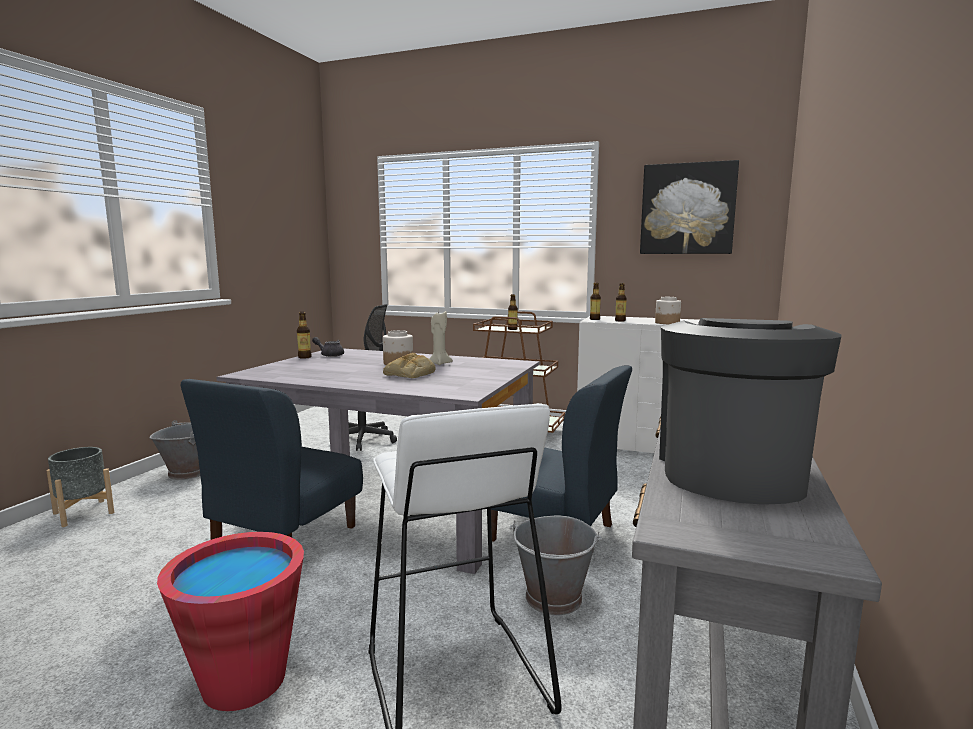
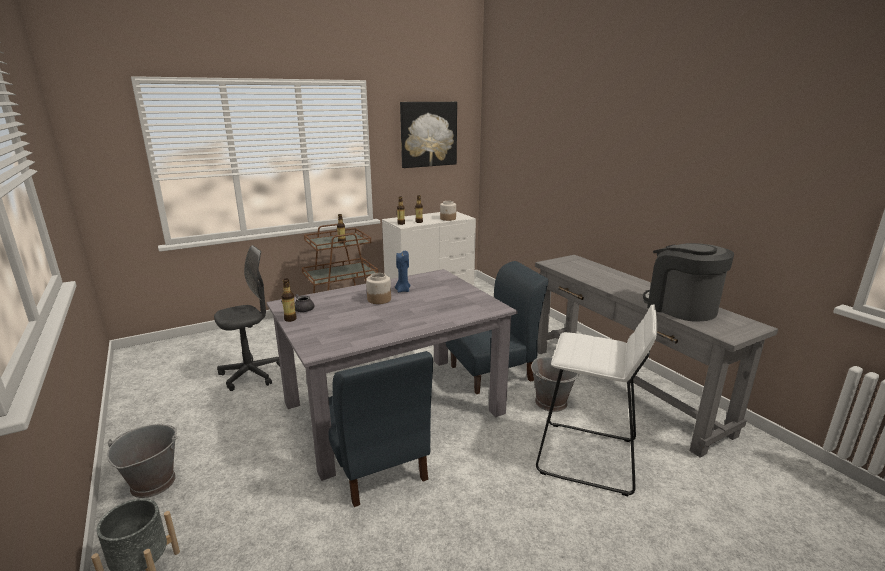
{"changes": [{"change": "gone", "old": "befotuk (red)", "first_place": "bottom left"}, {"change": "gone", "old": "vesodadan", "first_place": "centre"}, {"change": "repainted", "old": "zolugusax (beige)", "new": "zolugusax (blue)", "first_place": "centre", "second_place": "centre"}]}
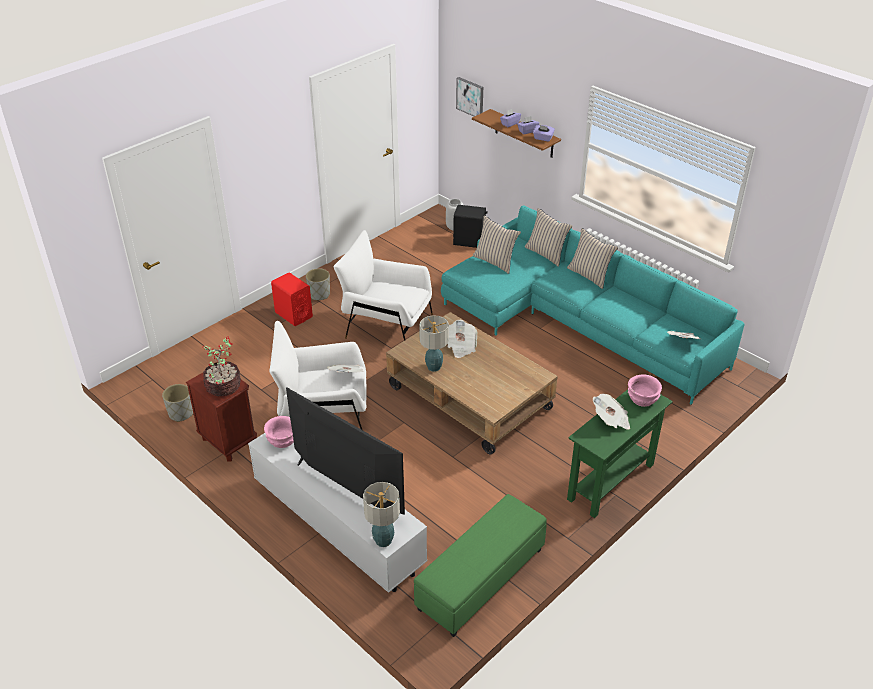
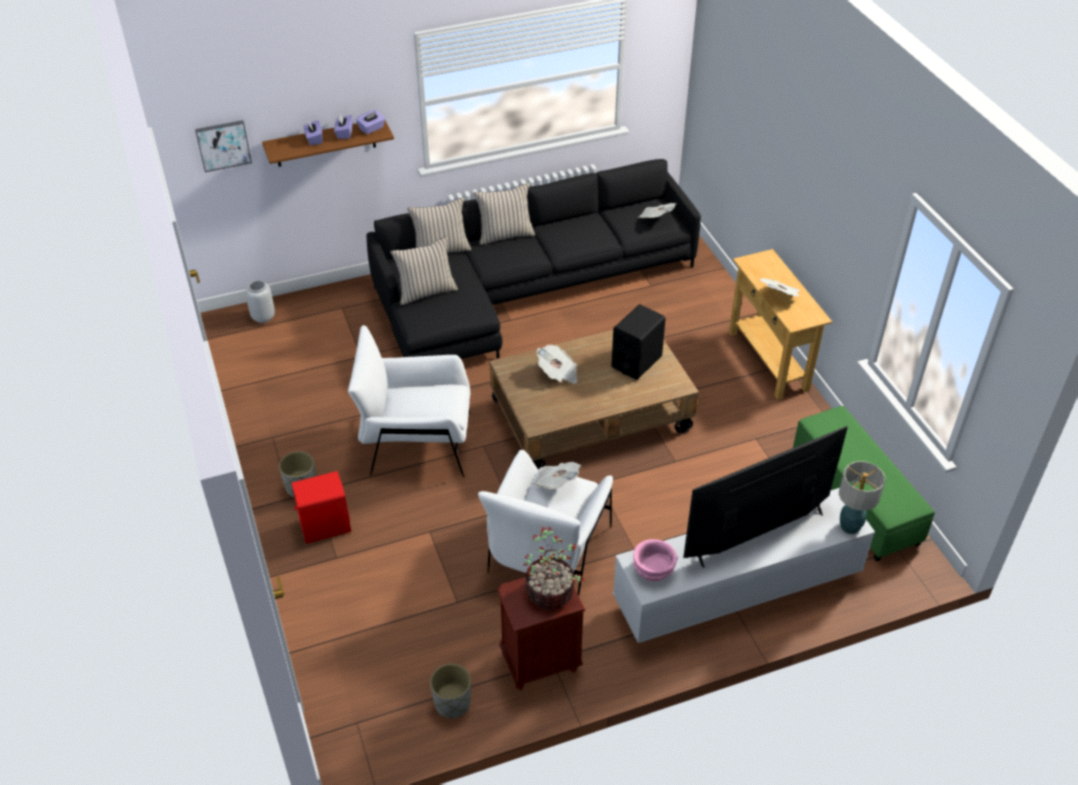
{"changes": [{"change": "rotated", "old": "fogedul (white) (no. 2 from left in the first image)", "first_place": "centre", "second_place": "centre", "degrees": 45}, {"change": "gone", "old": "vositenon (no. 2 from left)", "first_place": "centre"}, {"change": "repainted", "old": "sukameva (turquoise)", "new": "sukameva (black)", "first_place": "middle right", "second_place": "top centre"}, {"change": "shifted", "old": "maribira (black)", "first_place": "top centre", "second_place": "centre"}, {"change": "repainted", "old": "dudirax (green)", "new": "dudirax (beige)", "first_place": "middle right", "second_place": "middle right"}, {"change": "gone", "old": "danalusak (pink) (no. 2 from left)", "first_place": "middle right"}]}
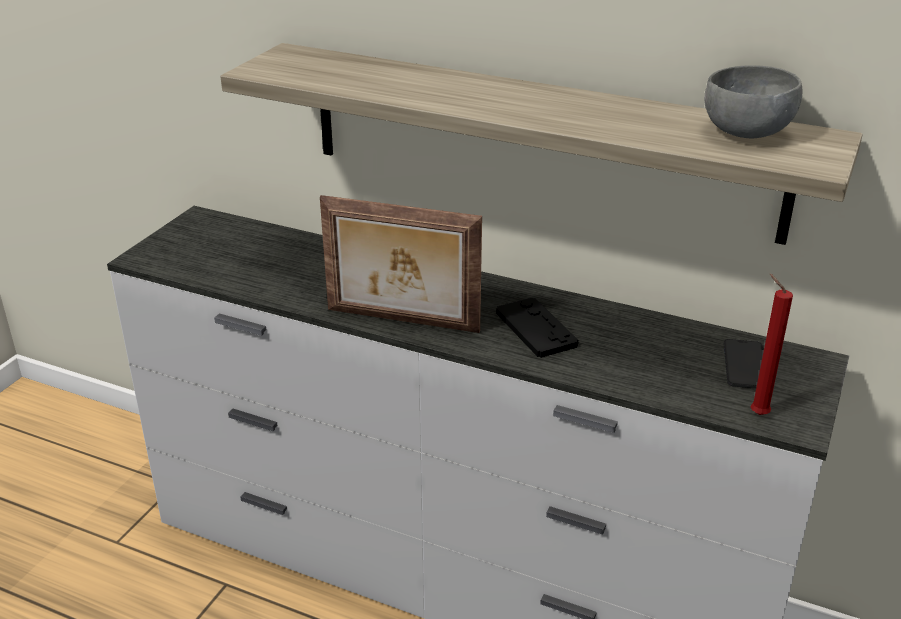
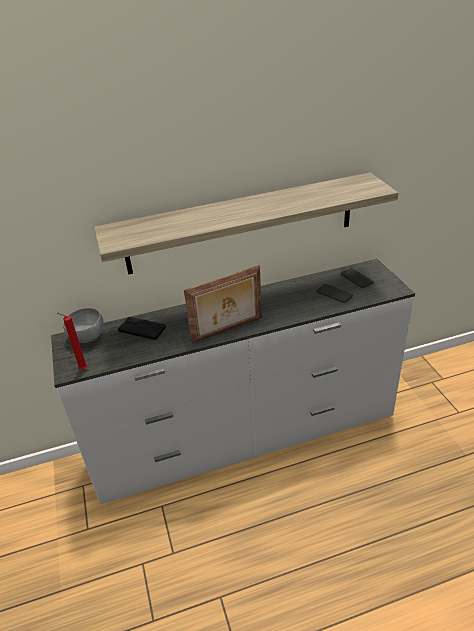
{"changes": [{"change": "shifted", "old": "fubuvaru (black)", "first_place": "centre", "second_place": "middle left"}, {"change": "shifted", "old": "danalusak (grey)", "first_place": "top right", "second_place": "middle left"}, {"change": "shifted", "old": "zolugusax (red)", "first_place": "middle right", "second_place": "middle left"}, {"change": "new", "new": "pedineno (no. 1 from left)", "second_place": "middle right"}]}
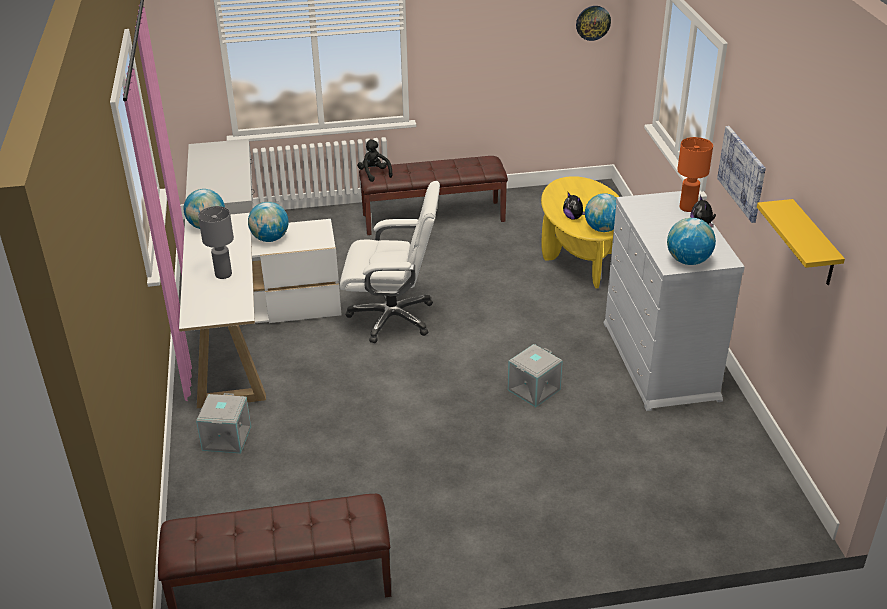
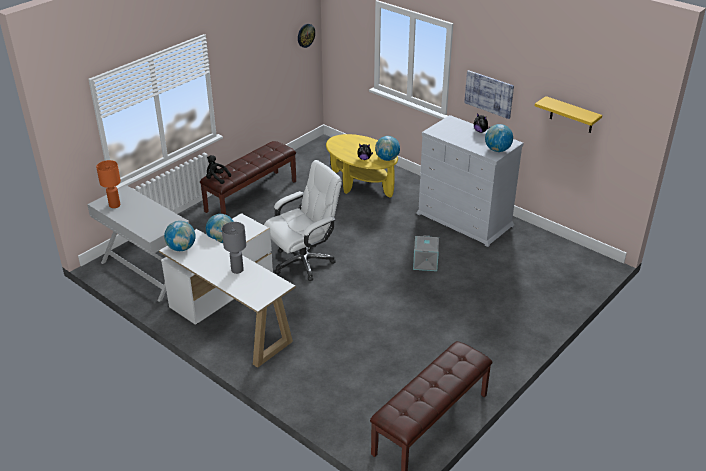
{"changes": [{"change": "gone", "old": "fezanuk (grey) (no. 1 from left)", "first_place": "bottom left"}, {"change": "shifted", "old": "vositenon (orange)", "first_place": "top right", "second_place": "middle left"}]}
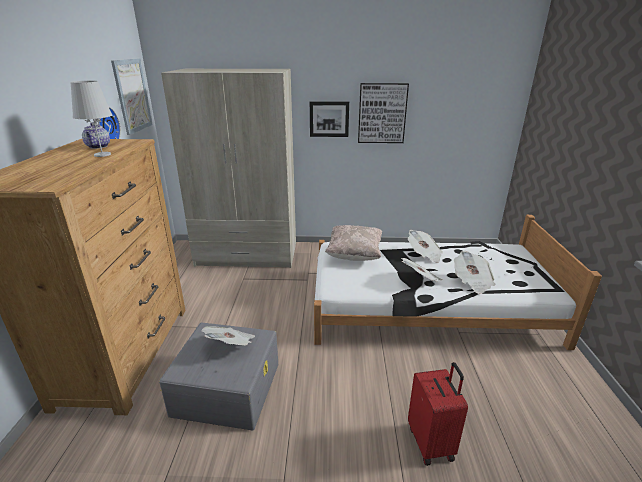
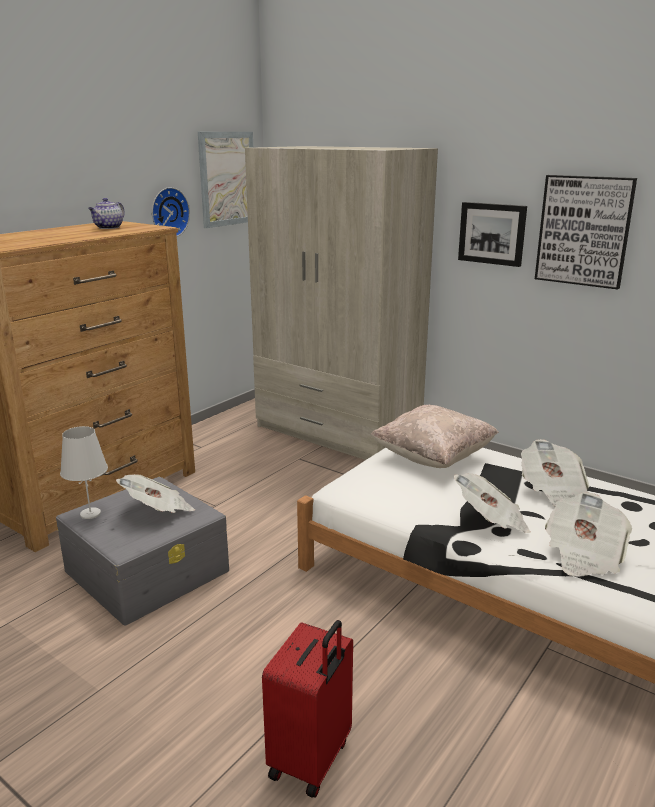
{"changes": [{"change": "shifted", "old": "vositenon (white)", "first_place": "top left", "second_place": "middle left"}]}
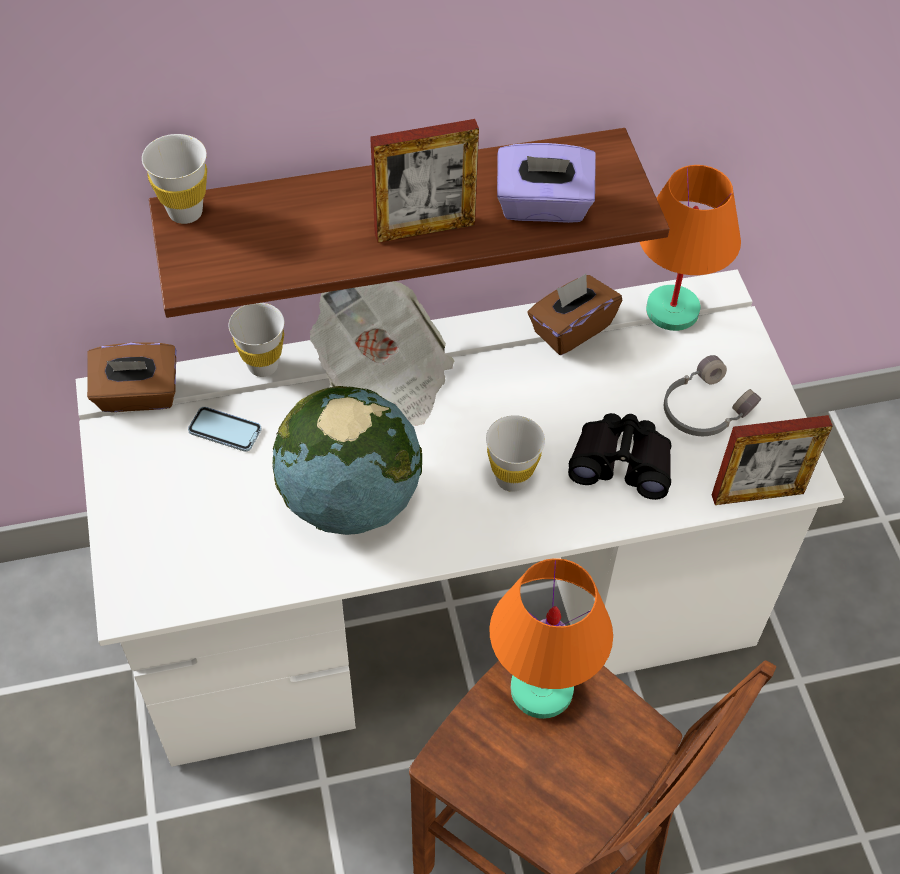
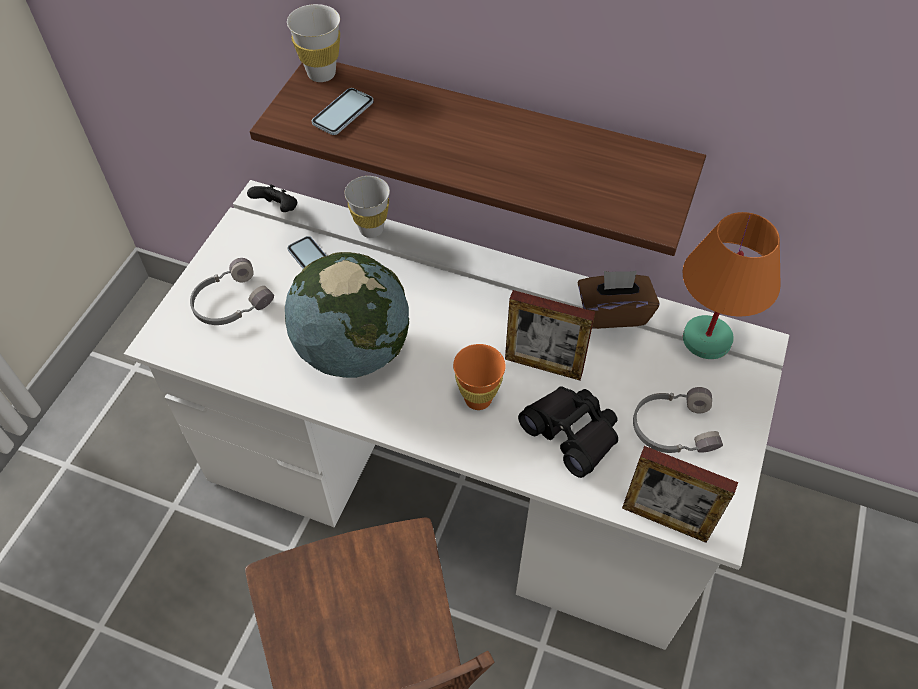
{"changes": [{"change": "swapped", "old": "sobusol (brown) (no. 1 from left)", "new": "fubuvaru (black)", "first_place": "middle left", "second_place": "top left"}, {"change": "gone", "old": "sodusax", "first_place": "centre"}, {"change": "shifted", "old": "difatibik (no. 1 from left)", "first_place": "top centre", "second_place": "centre"}, {"change": "repainted", "old": "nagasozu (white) (no. 3 from left)", "new": "nagasozu (orange)", "first_place": "centre", "second_place": "centre"}, {"change": "gone", "old": "vositenon (orange) (no. 1 from left)", "first_place": "bottom centre"}, {"change": "gone", "old": "sobusol (purple)", "first_place": "top centre"}, {"change": "new", "new": "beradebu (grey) (no. 1 from left)", "second_place": "middle left"}, {"change": "new", "new": "pedineno (no. 2 from left)", "second_place": "top centre"}]}
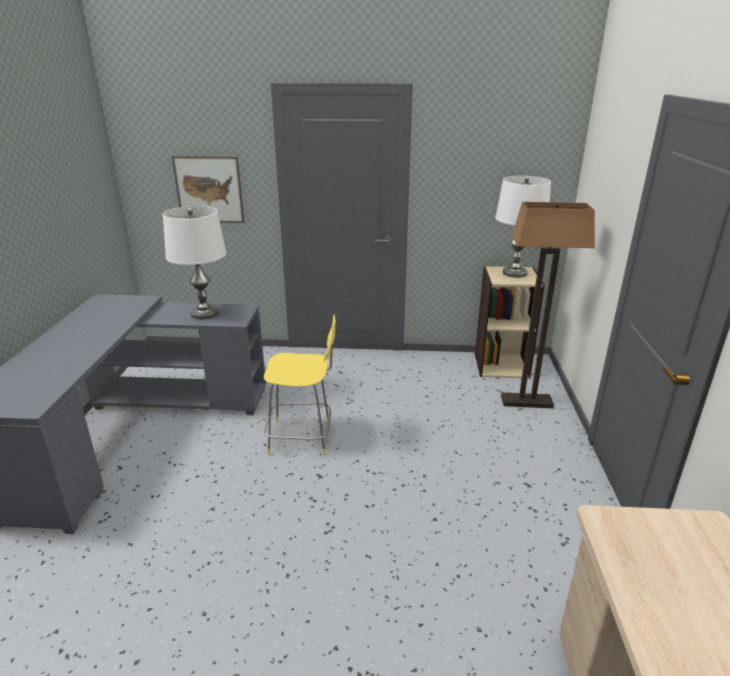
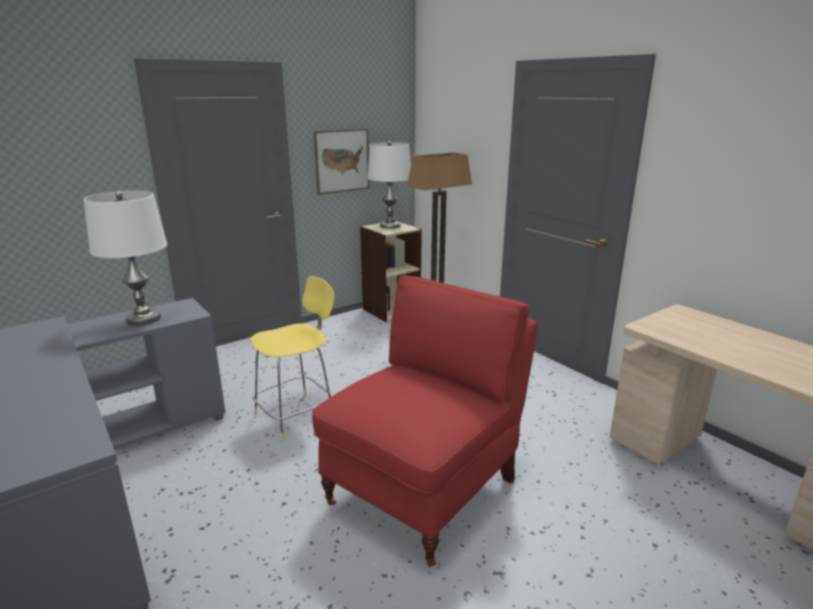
{"changes": [{"change": "shifted", "old": "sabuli", "first_place": "top left", "second_place": "top centre"}, {"change": "new", "new": "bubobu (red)", "second_place": "bottom centre"}]}
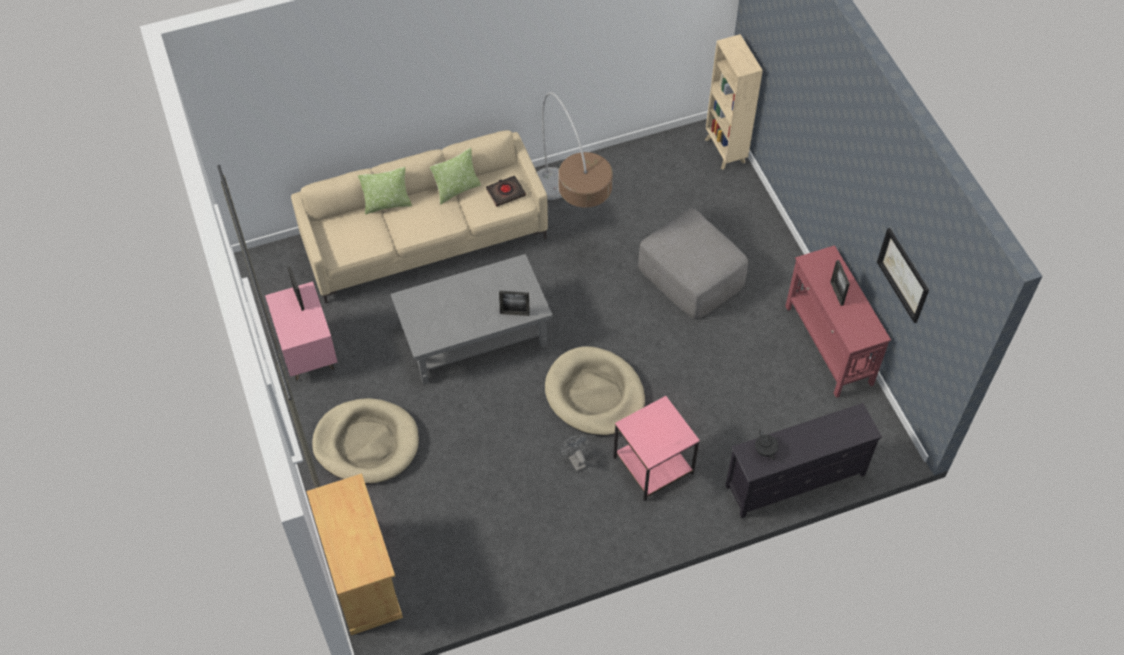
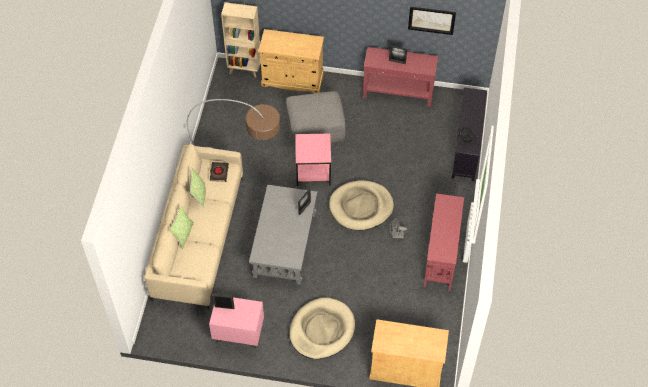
{"changes": [{"change": "shifted", "old": "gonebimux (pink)", "first_place": "bottom centre", "second_place": "centre"}, {"change": "new", "new": "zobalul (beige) (no. 1 from left)", "second_place": "top centre"}, {"change": "new", "new": "dudirax (red) (no. 2 from left)", "second_place": "middle right"}]}
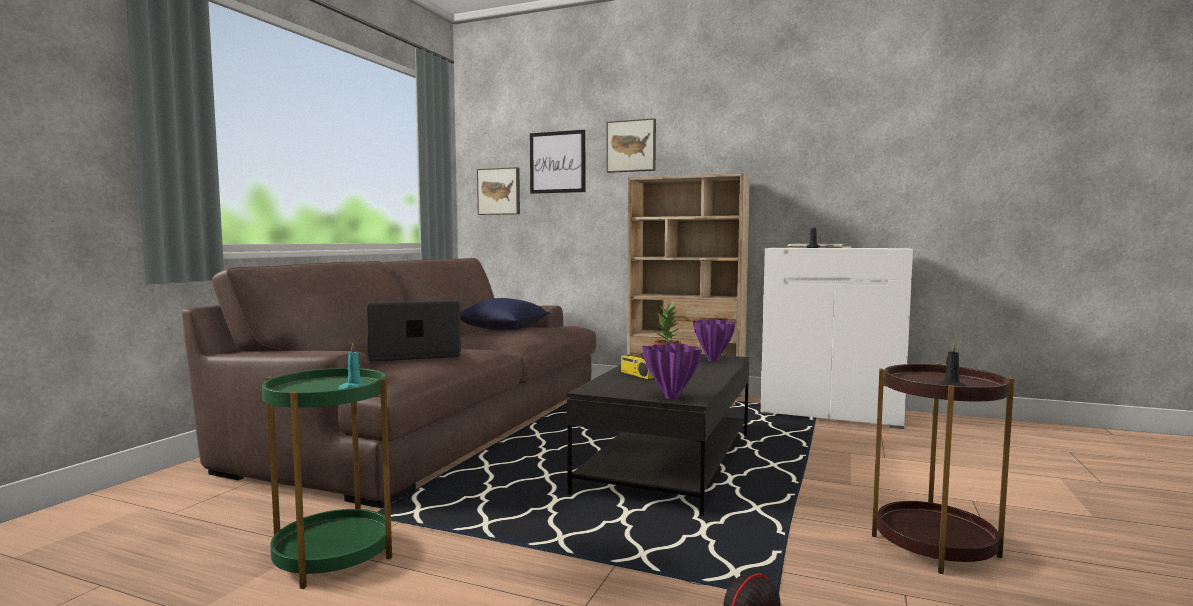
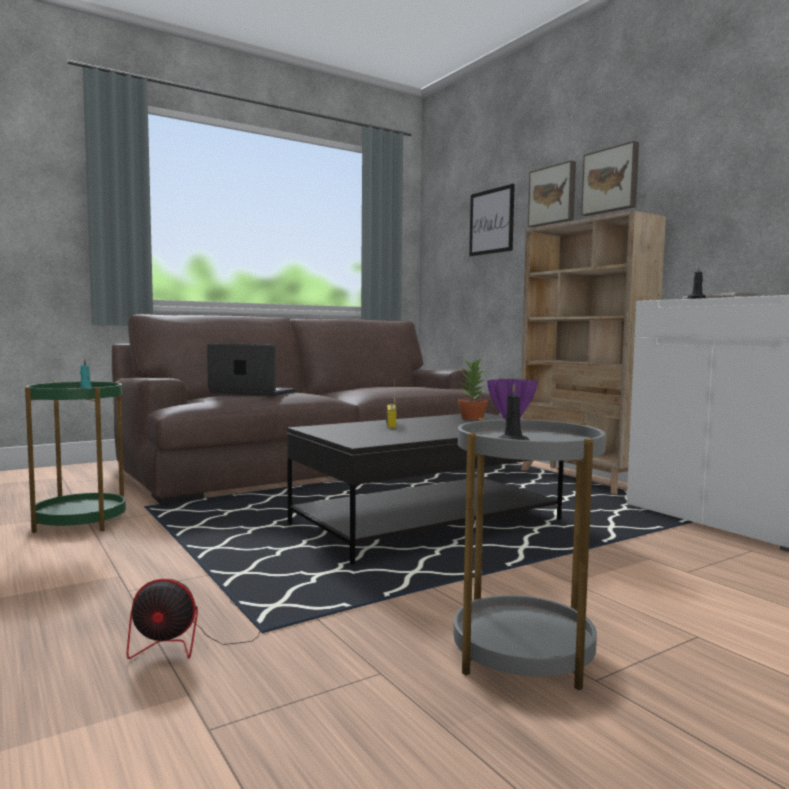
{"changes": [{"change": "gone", "old": "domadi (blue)", "first_place": "centre"}, {"change": "shifted", "old": "sabuli (no. 1 from left in the first image)", "new": "sabuli (no. 3 from left)", "first_place": "top centre", "second_place": "top right"}, {"change": "gone", "old": "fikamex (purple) (no. 1 from left)", "first_place": "centre"}, {"change": "repainted", "old": "gonebimux (brown)", "new": "gonebimux (grey)", "first_place": "bottom right", "second_place": "bottom right"}]}
